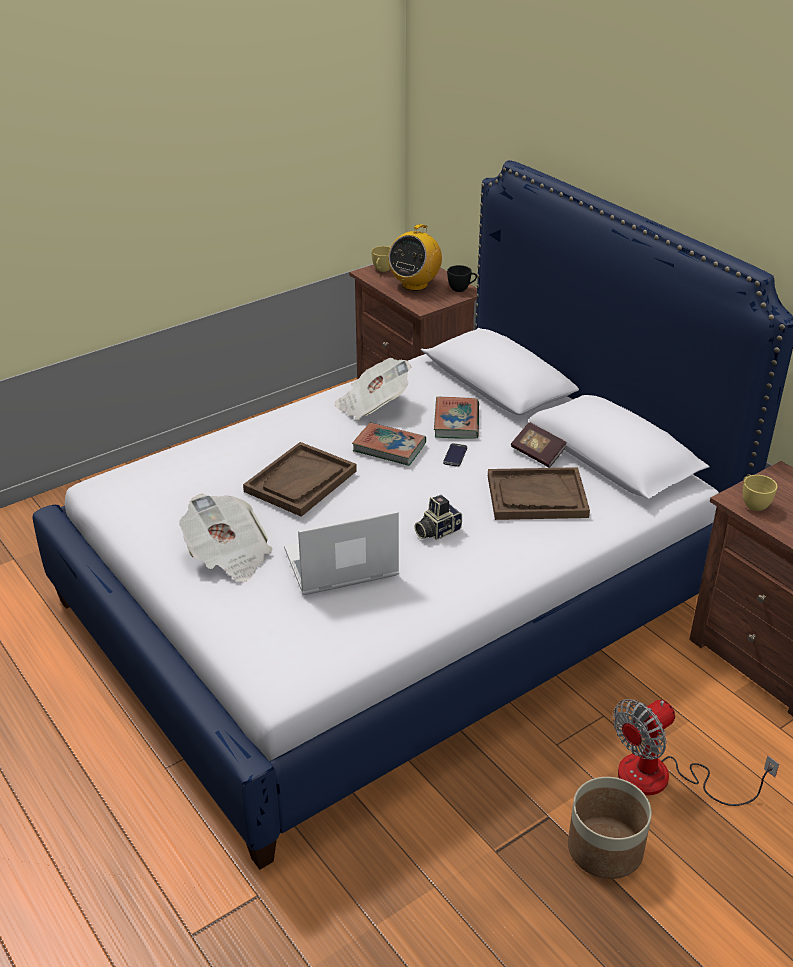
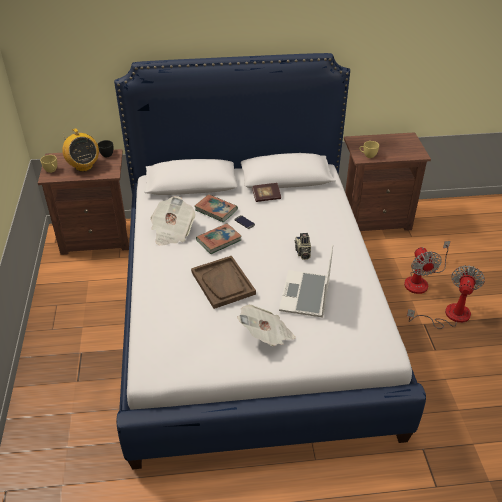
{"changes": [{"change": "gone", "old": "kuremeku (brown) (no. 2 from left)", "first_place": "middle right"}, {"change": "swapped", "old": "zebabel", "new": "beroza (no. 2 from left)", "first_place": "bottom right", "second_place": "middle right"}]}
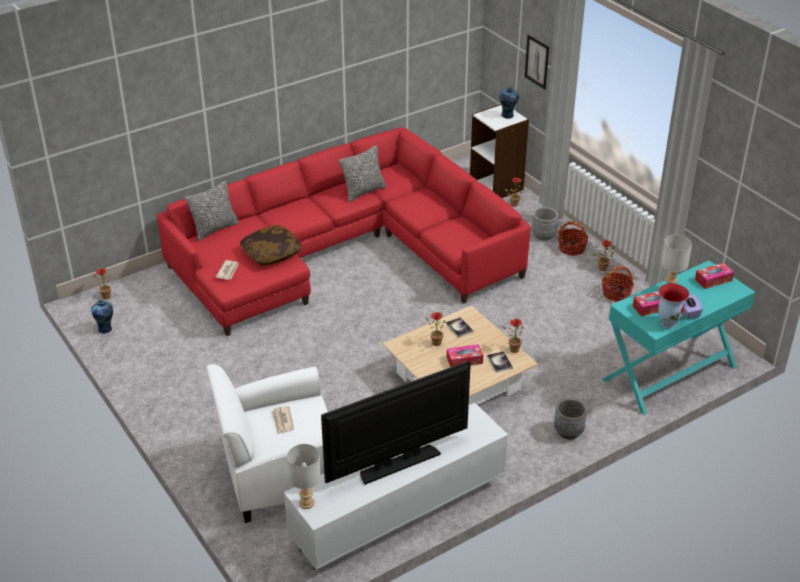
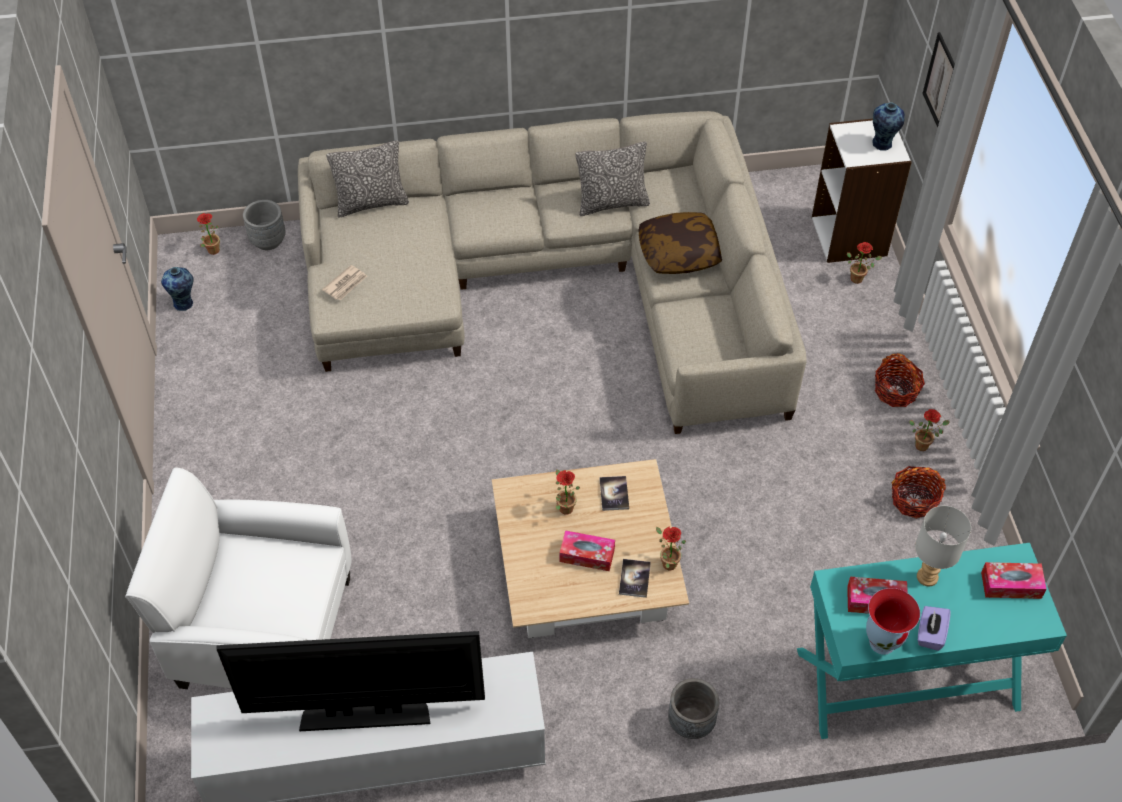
{"changes": [{"change": "repainted", "old": "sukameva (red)", "new": "sukameva (beige)", "first_place": "centre", "second_place": "centre"}, {"change": "shifted", "old": "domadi (no. 2 from left in the first image)", "new": "domadi (no. 3 from left)", "first_place": "centre", "second_place": "top centre"}, {"change": "gone", "old": "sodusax (no. 2 from left)", "first_place": "bottom centre"}, {"change": "gone", "old": "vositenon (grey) (no. 1 from left)", "first_place": "bottom centre"}, {"change": "shifted", "old": "zebabel (grey) (no. 1 from left)", "first_place": "middle right", "second_place": "top left"}]}
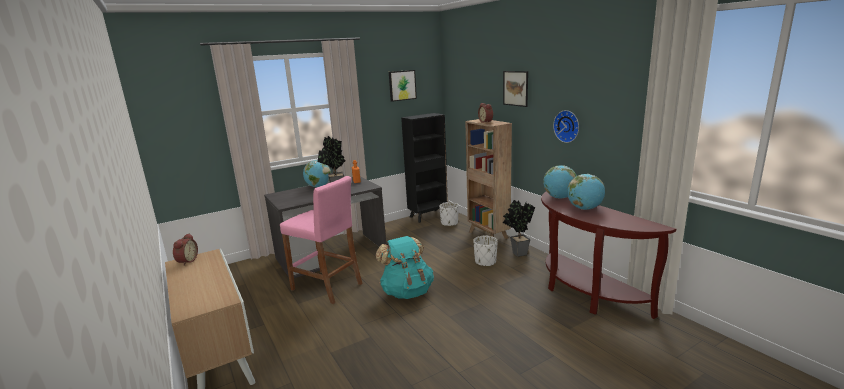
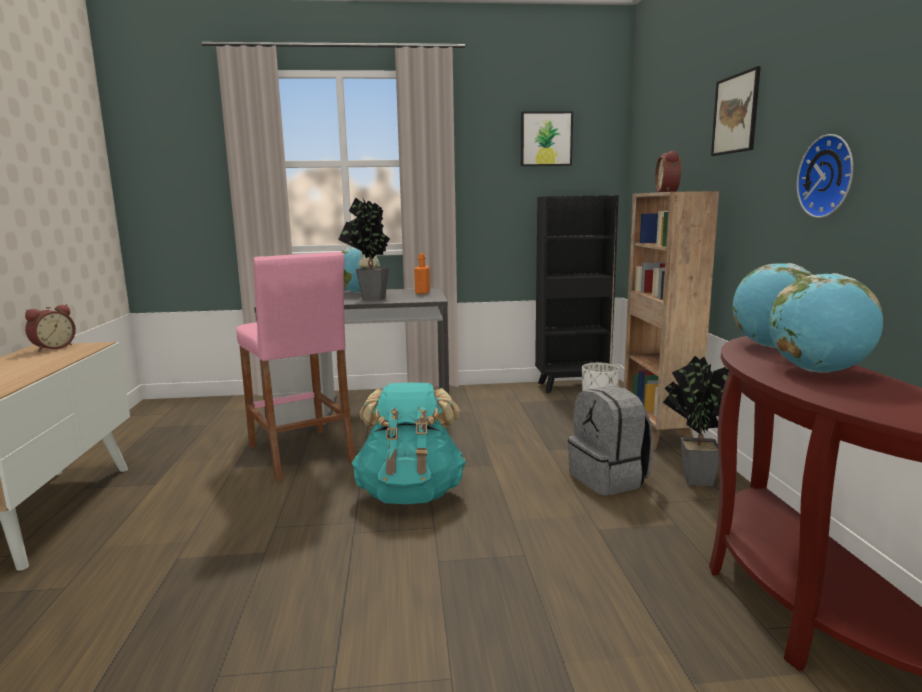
{"changes": [{"change": "swapped", "old": "zebabel (white) (no. 2 from left)", "new": "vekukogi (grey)", "first_place": "centre", "second_place": "centre"}]}
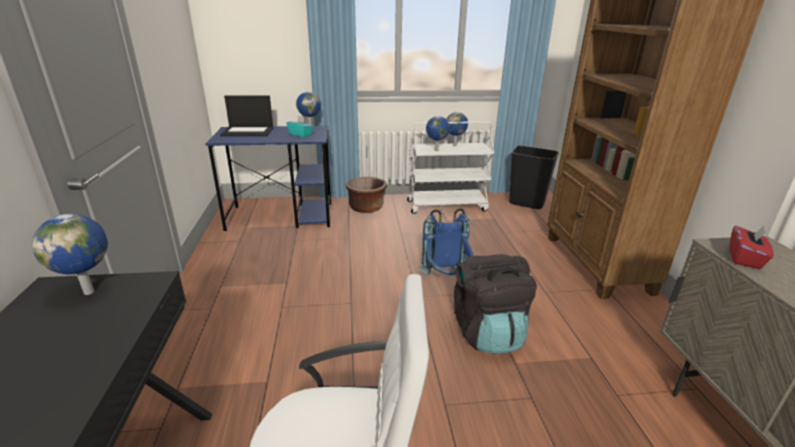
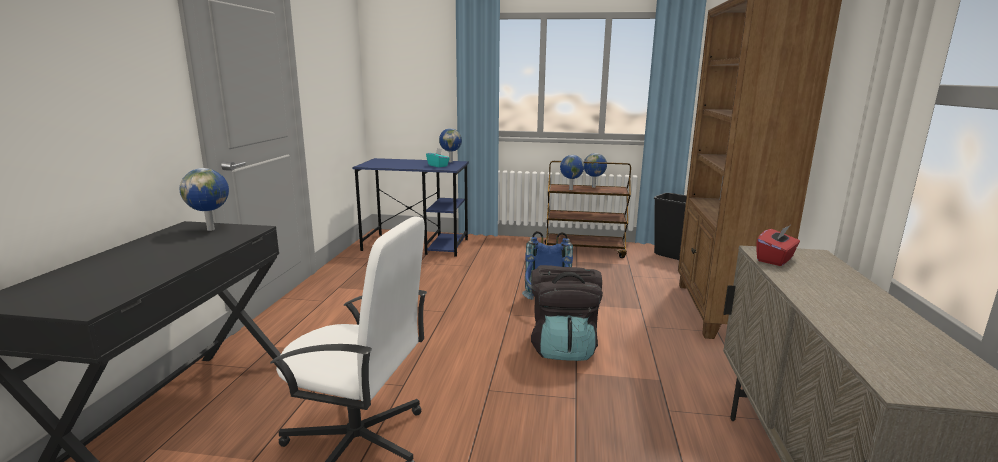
{"changes": [{"change": "gone", "old": "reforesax", "first_place": "top left"}, {"change": "gone", "old": "zebabel (brown)", "first_place": "centre"}, {"change": "repainted", "old": "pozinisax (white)", "new": "pozinisax (brown)", "first_place": "centre", "second_place": "centre"}]}
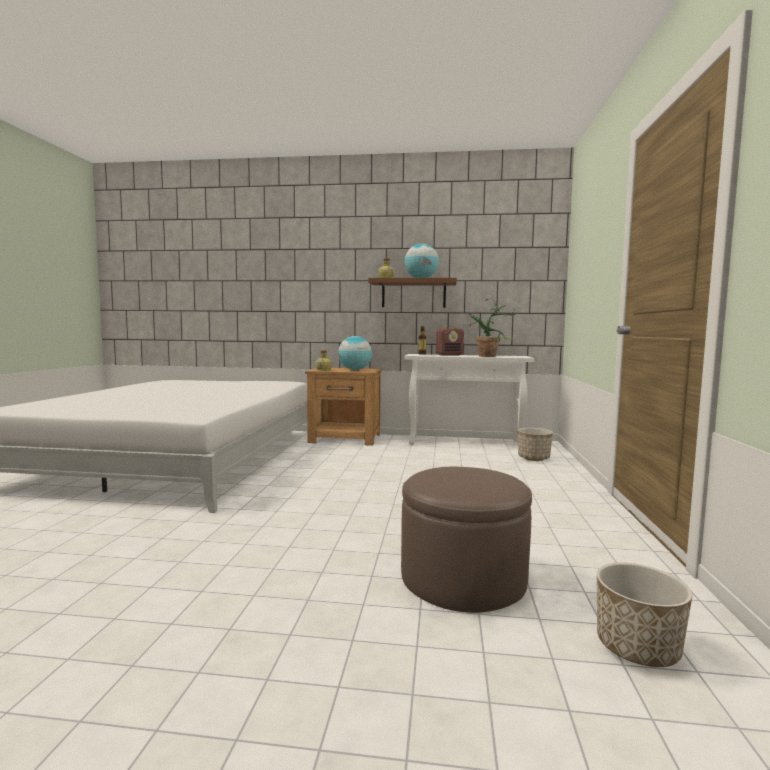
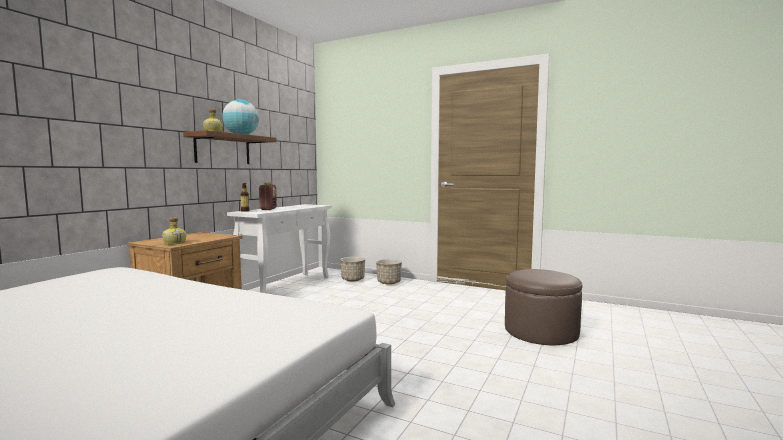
{"changes": [{"change": "gone", "old": "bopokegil (no. 1 from left)", "first_place": "centre"}, {"change": "gone", "old": "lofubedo", "first_place": "centre"}, {"change": "shifted", "old": "zebabel (no. 2 from left)", "first_place": "bottom right", "second_place": "centre"}]}
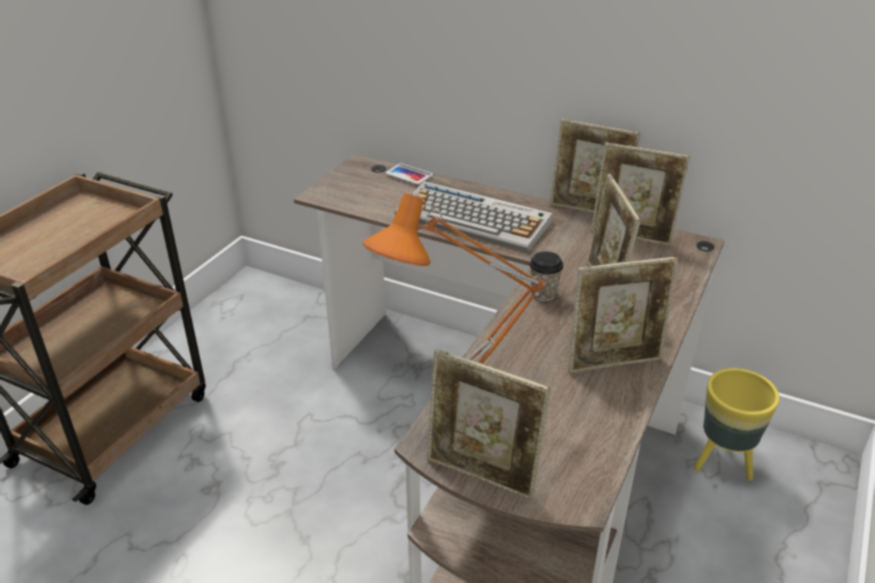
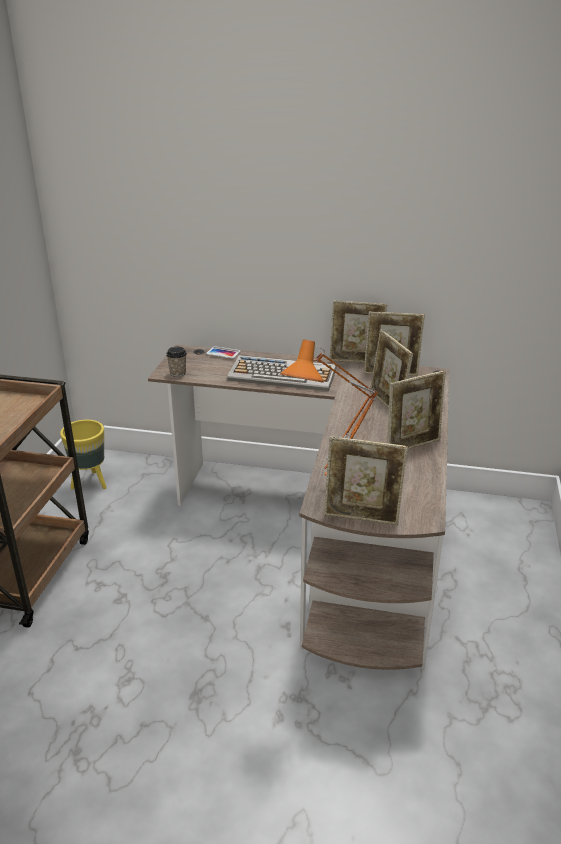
{"changes": [{"change": "shifted", "old": "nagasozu", "first_place": "centre", "second_place": "middle left"}, {"change": "shifted", "old": "zebabel (yellow)", "first_place": "bottom right", "second_place": "middle left"}]}
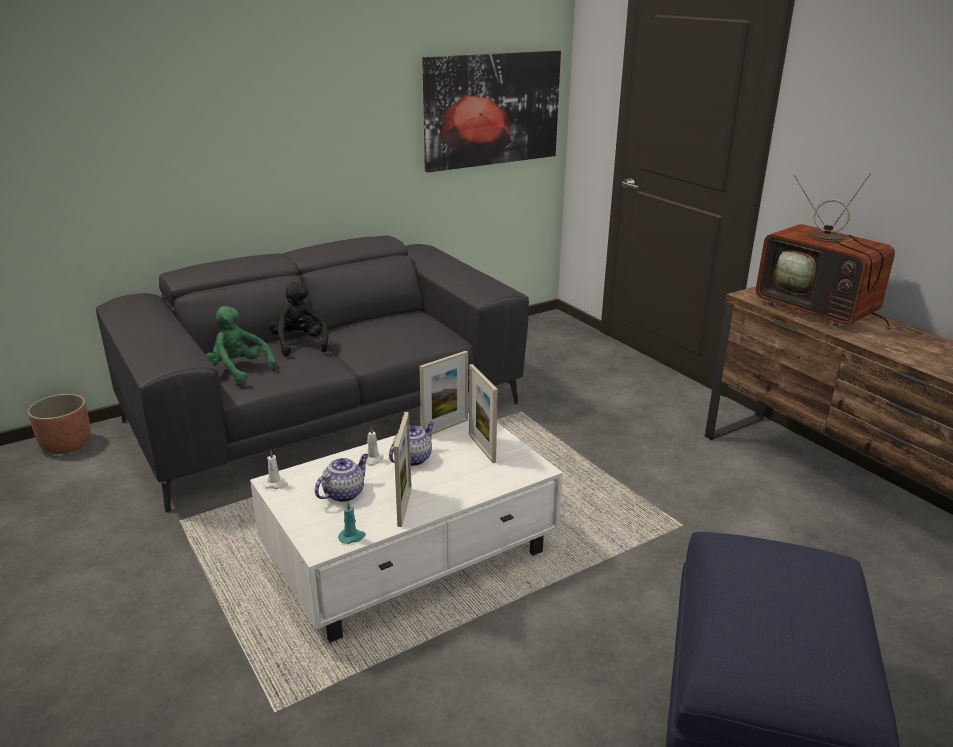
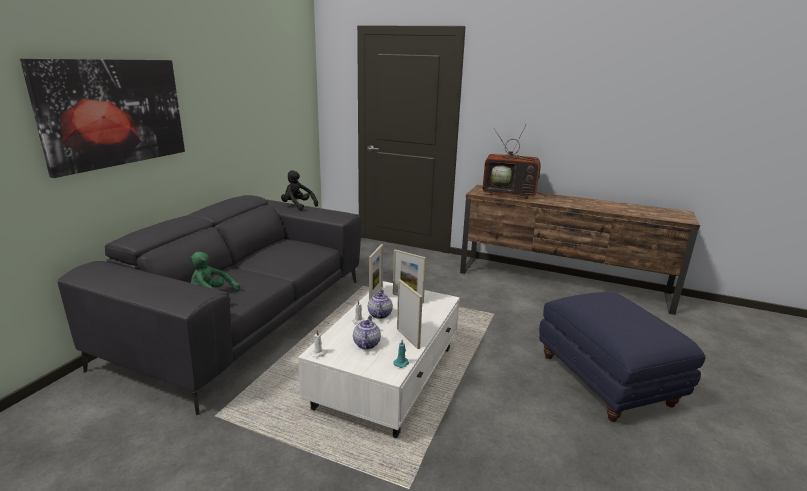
{"changes": [{"change": "gone", "old": "zebabel", "first_place": "middle left"}, {"change": "shifted", "old": "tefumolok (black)", "first_place": "middle left", "second_place": "centre"}, {"change": "shifted", "old": "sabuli", "first_place": "top centre", "second_place": "top left"}]}
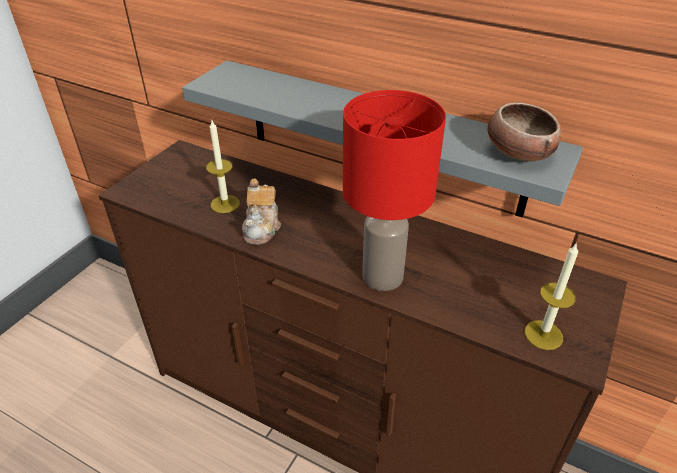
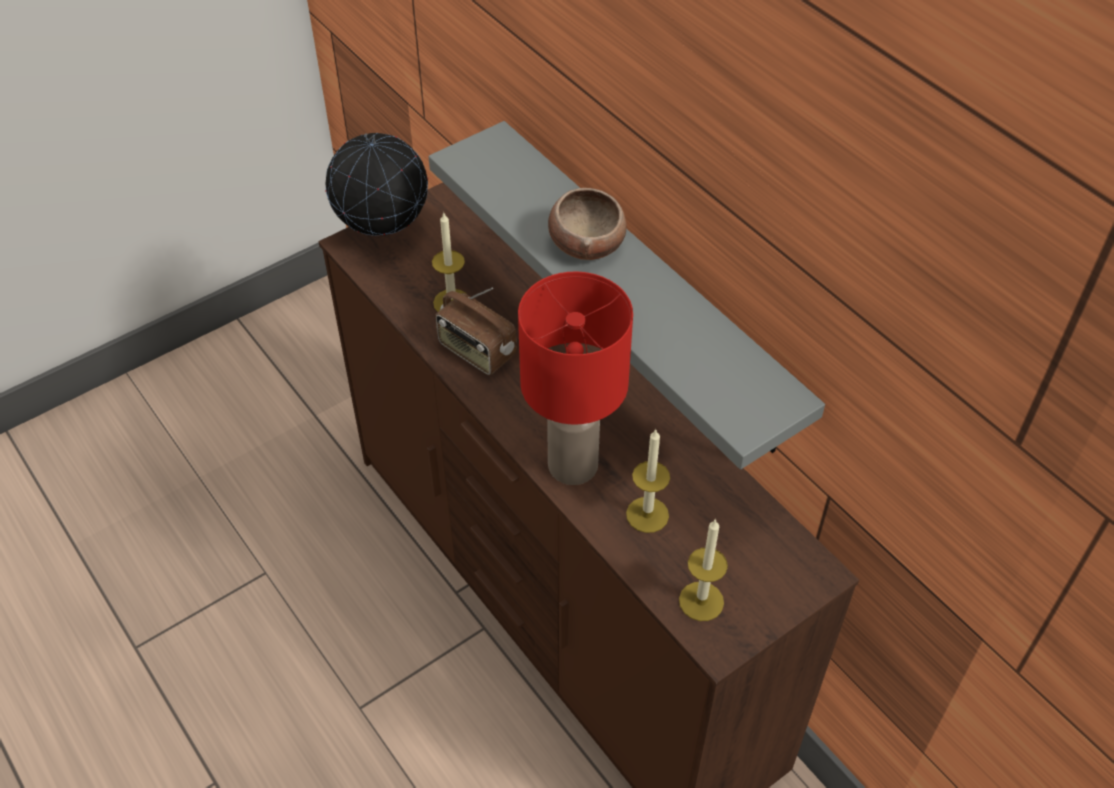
{"changes": [{"change": "swapped", "old": "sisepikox", "new": "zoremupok", "first_place": "centre", "second_place": "centre"}, {"change": "shifted", "old": "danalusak", "first_place": "top right", "second_place": "top centre"}, {"change": "new", "new": "bopokegil", "second_place": "top centre"}, {"change": "new", "new": "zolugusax (no. 2 from left)", "second_place": "centre"}]}
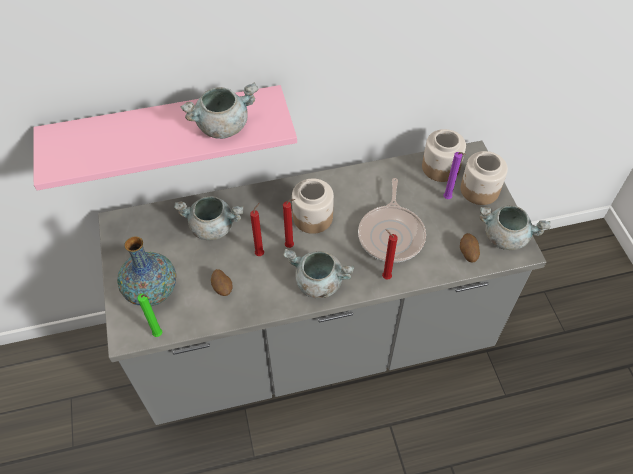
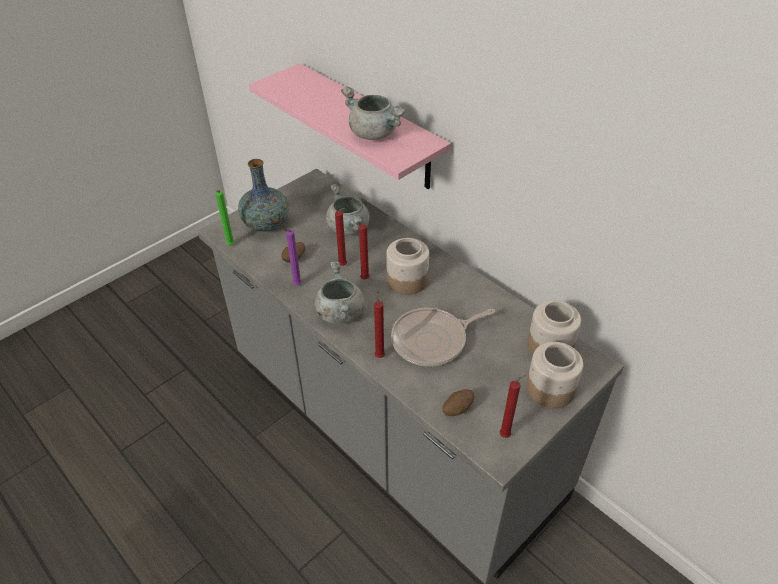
{"changes": [{"change": "shifted", "old": "zolugusax (purple)", "first_place": "middle right", "second_place": "centre"}, {"change": "swapped", "old": "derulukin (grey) (no. 4 from left)", "new": "zolugusax (red) (no. 4 from left)", "first_place": "middle right", "second_place": "bottom centre"}]}
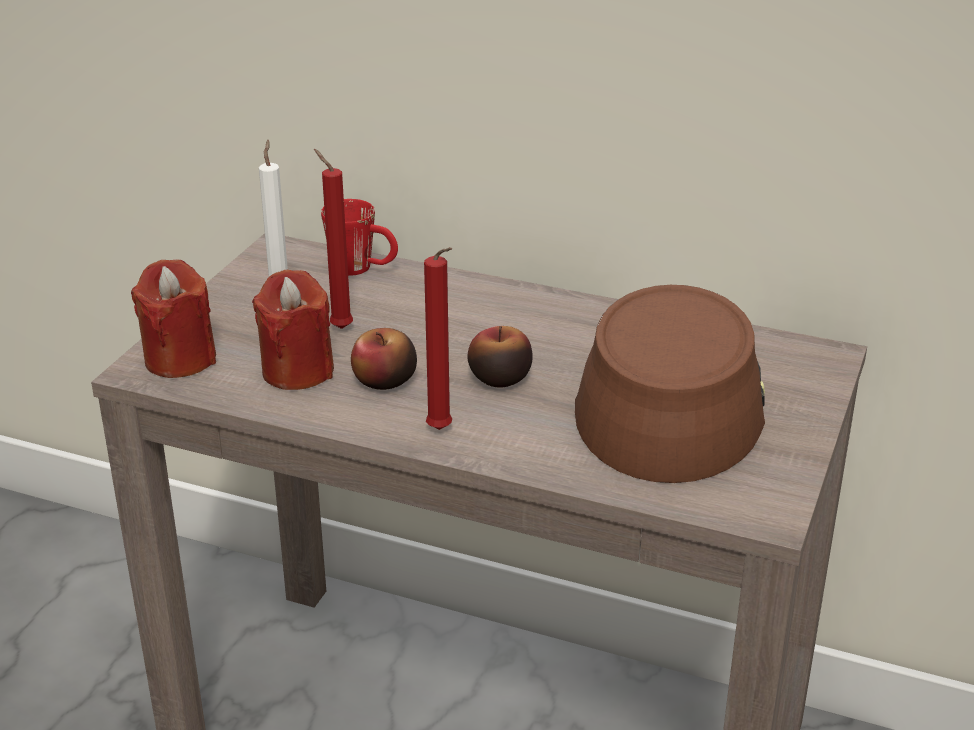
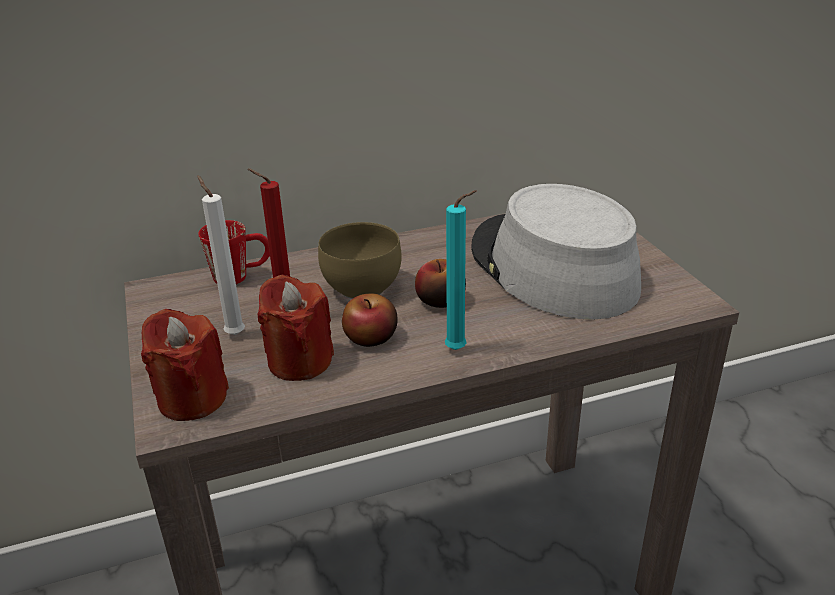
{"changes": [{"change": "repainted", "old": "zolugusax (red) (no. 4 from left)", "new": "zolugusax (turquoise)", "first_place": "centre", "second_place": "centre"}, {"change": "repainted", "old": "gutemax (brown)", "new": "gutemax (grey)", "first_place": "middle right", "second_place": "centre"}, {"change": "new", "new": "danalusak (brown)", "second_place": "centre"}]}
